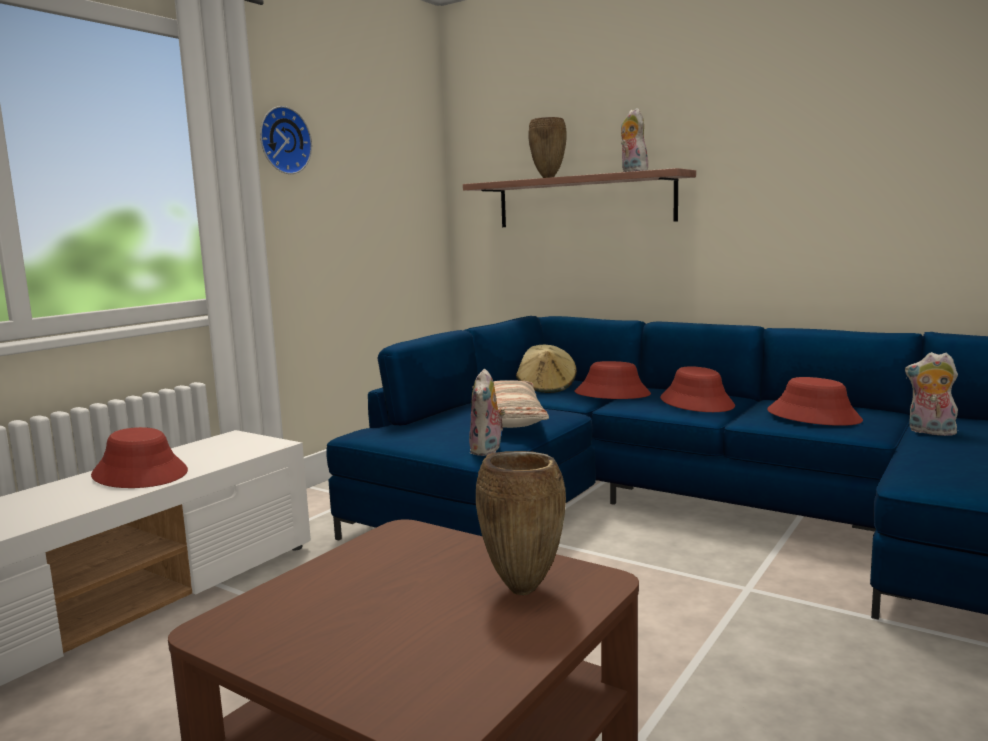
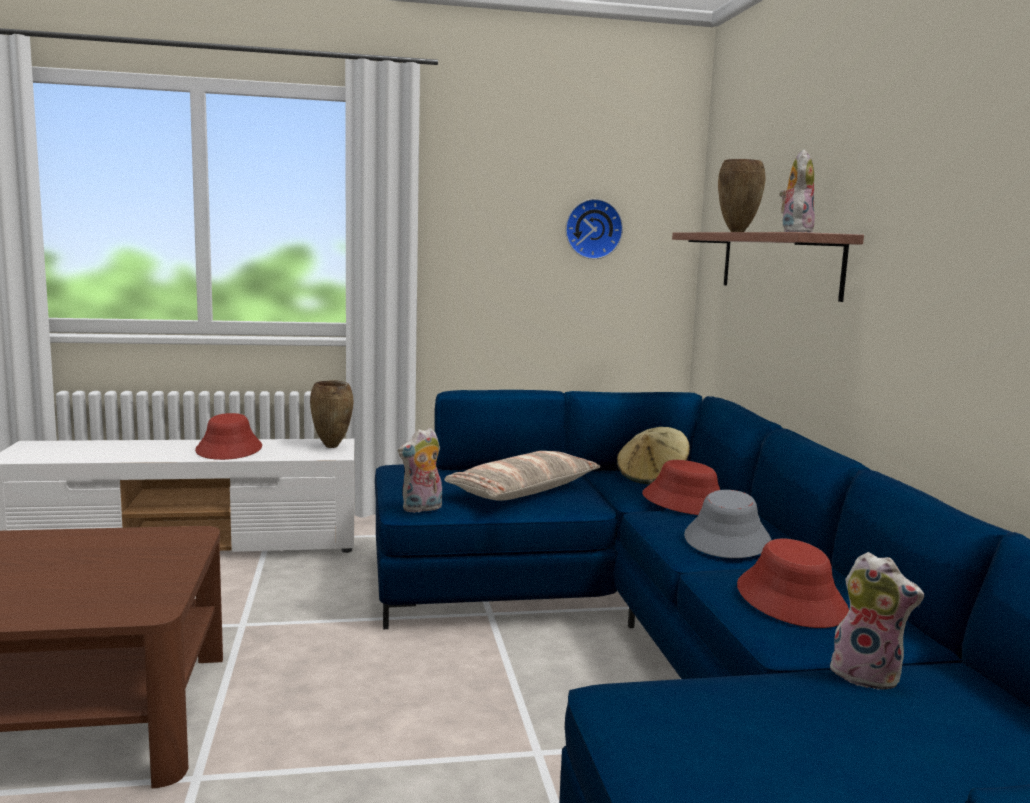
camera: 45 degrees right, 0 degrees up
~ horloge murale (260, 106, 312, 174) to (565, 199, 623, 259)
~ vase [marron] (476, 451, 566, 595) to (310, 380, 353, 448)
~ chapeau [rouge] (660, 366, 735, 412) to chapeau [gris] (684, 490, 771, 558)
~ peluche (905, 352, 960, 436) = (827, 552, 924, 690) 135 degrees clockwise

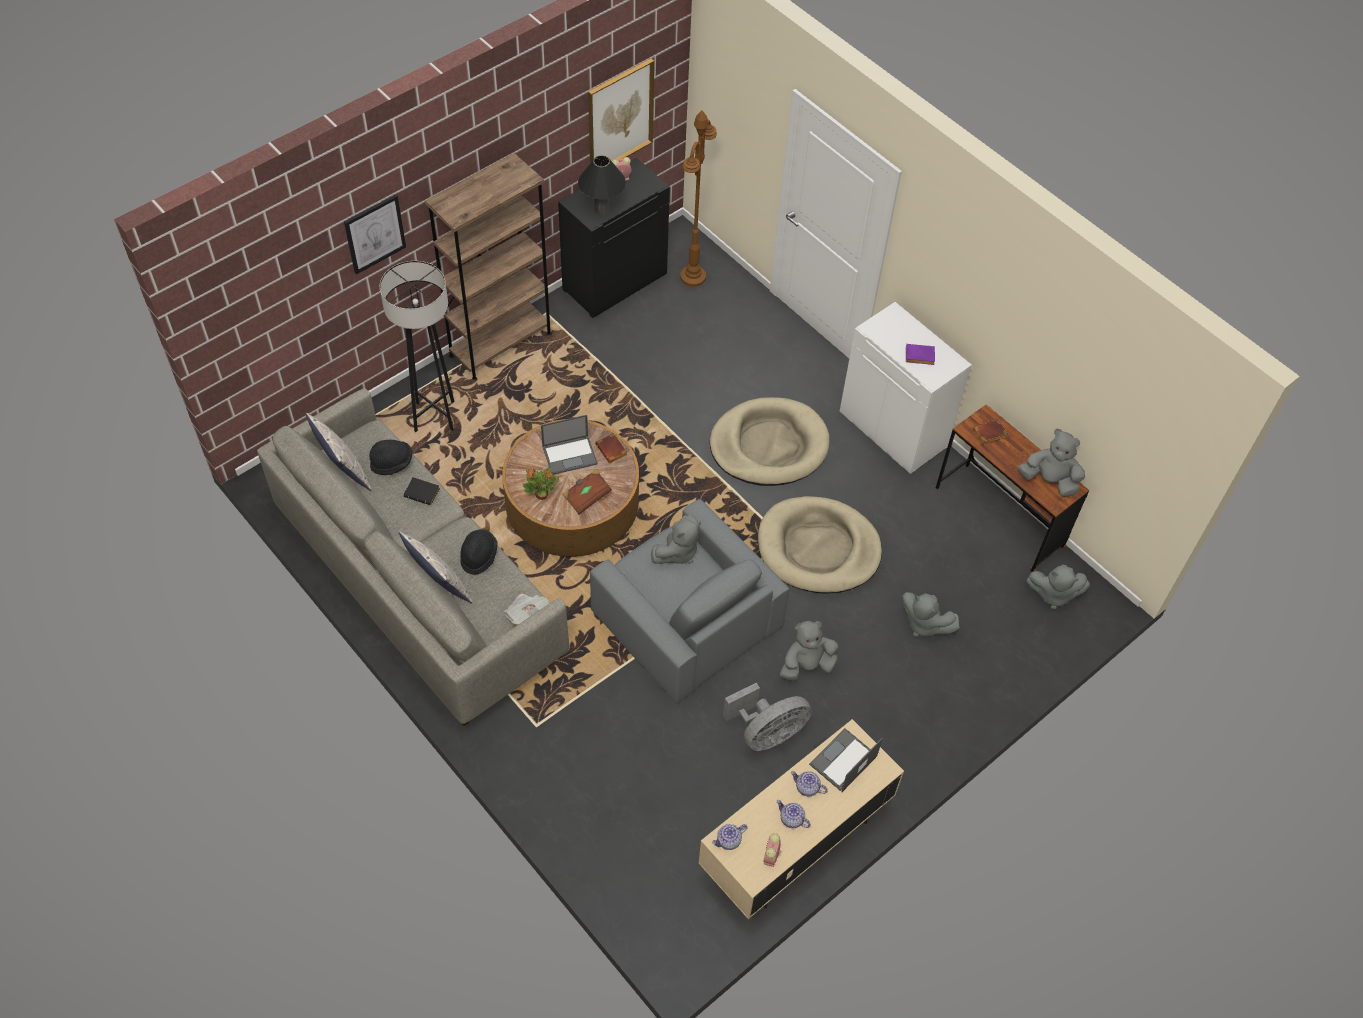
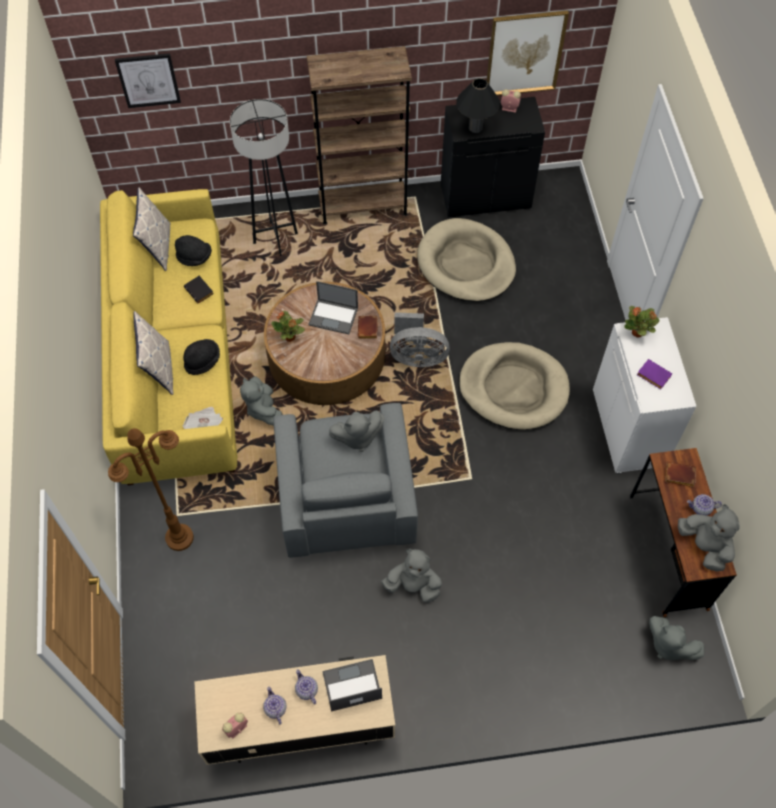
camera: 35 degrees right, 5 degrees up
- livre [marron] (563, 469, 612, 515)
+ plante en pot (624, 306, 659, 337)
~ tableau (344, 195, 406, 275) to (115, 53, 181, 108)
~ lampadaire [marron] (680, 111, 717, 287) to (108, 428, 194, 551)
~ théière (712, 824, 748, 850) to (687, 494, 722, 516)
~ ventilateur [gris] (723, 683, 812, 751) to (390, 312, 450, 367)
~ panier pour chien [beige] (758, 496, 882, 594) to (417, 218, 516, 302)
~ peluche [gris] (902, 592, 960, 637) to (240, 376, 282, 426)
~ canapé [gris] (257, 388, 569, 726) to canapé [jaune] (100, 189, 237, 485)

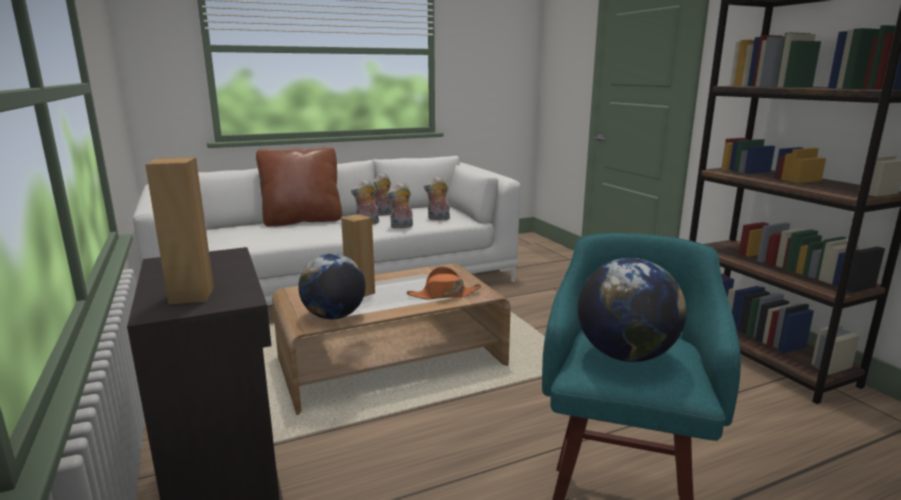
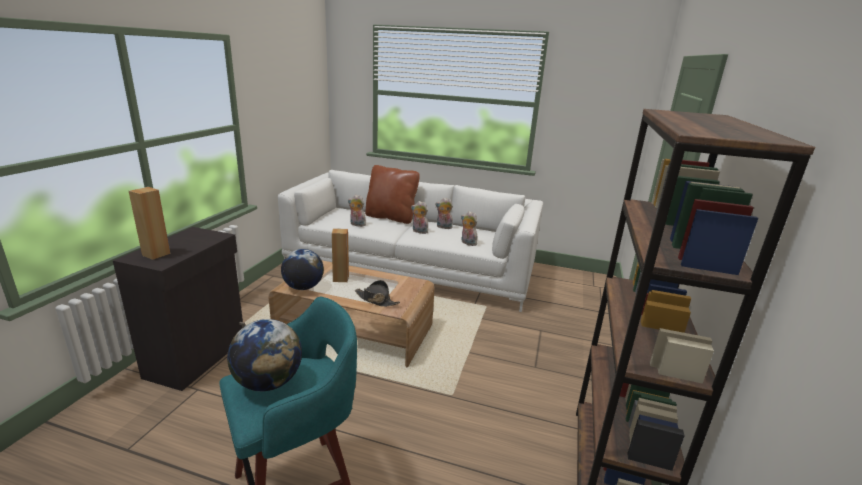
camera: 40 degrees right, 5 degrees up
~ peluche (386, 182, 413, 229) to (348, 195, 366, 227)
~ chapeau [orange] (407, 267, 481, 300) to chapeau [noir] (355, 280, 400, 307)

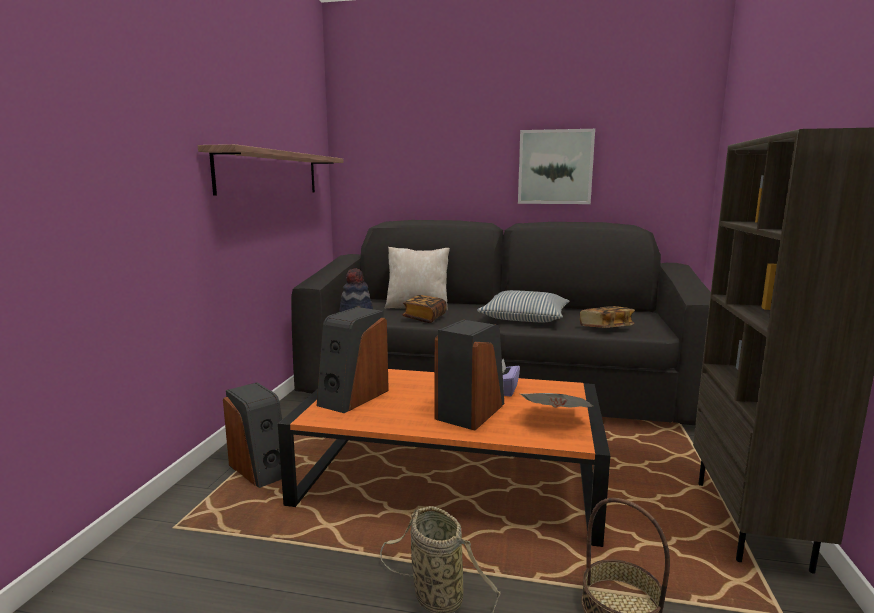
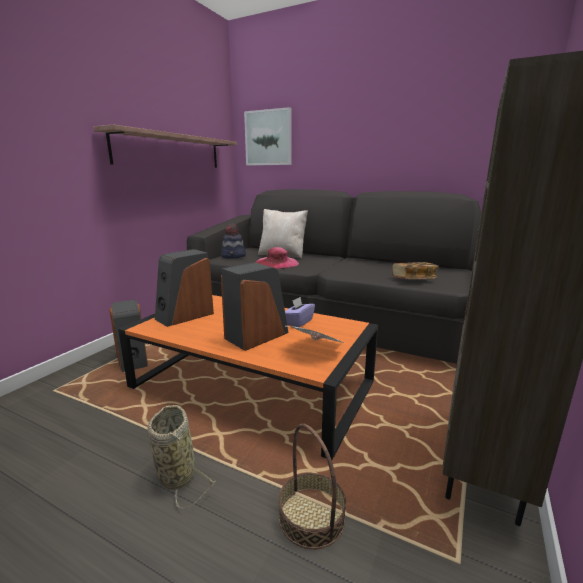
camera: 15 degrees right, 5 degrees up
- coussin (477, 290, 570, 322)
~ tableau (518, 129, 595, 204) to (244, 107, 291, 165)
~ livre (402, 295, 446, 323) to chapeau [rose] (255, 247, 299, 269)

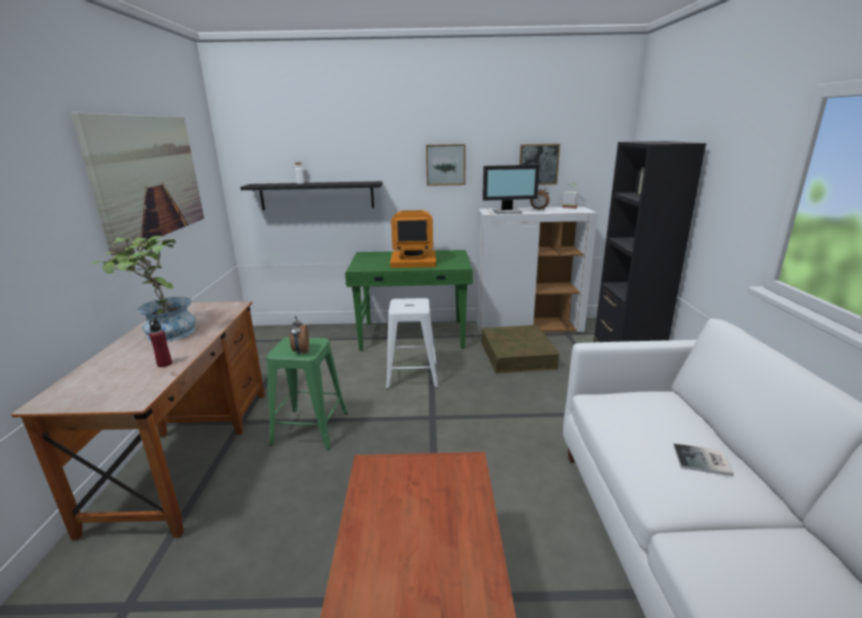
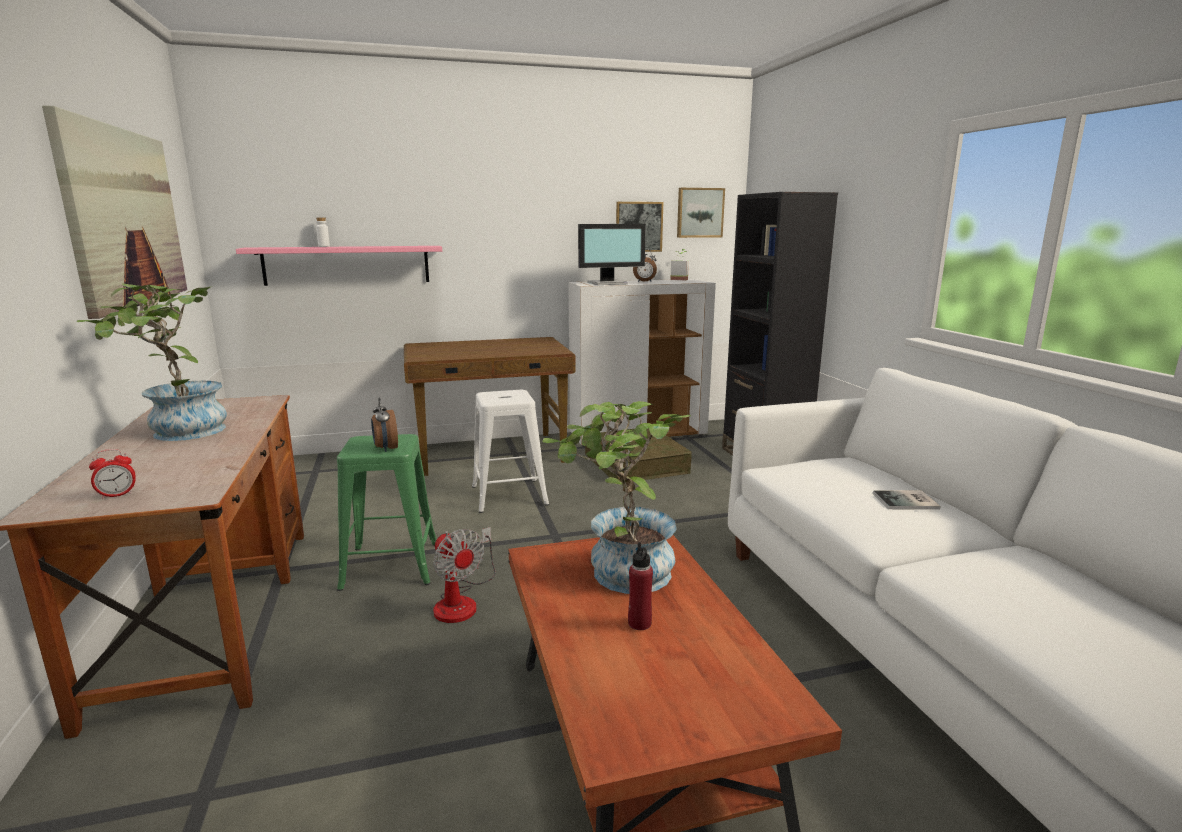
camera: 15 degrees left, 5 degrees down
- écran d'ordinateur (390, 210, 436, 268)
+ réveil (89, 449, 136, 499)
+ ventilateur (433, 527, 496, 623)
+ plante en pot (542, 401, 691, 594)
~ bouteille [rouge] (149, 318, 172, 367) to (628, 542, 653, 630)
~ tableau (426, 144, 466, 186) to (677, 188, 725, 238)
~ étagère [noir] (240, 181, 382, 210) to étagère [rose] (236, 246, 442, 286)
~ bureau [vert] (345, 250, 473, 351) to bureau [marron] (404, 337, 576, 476)

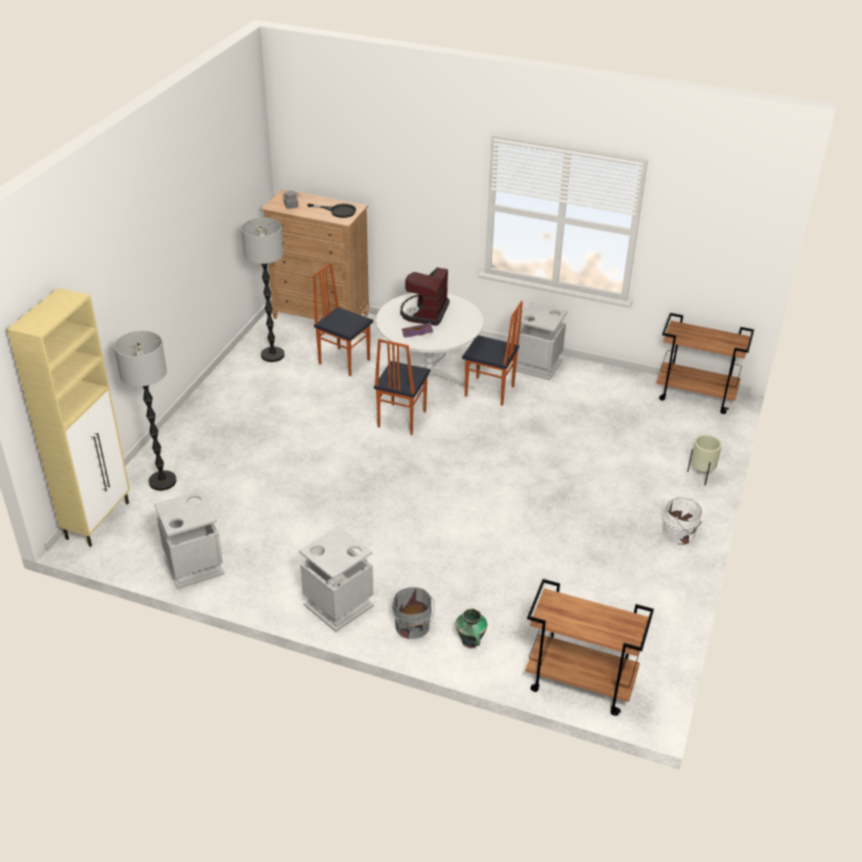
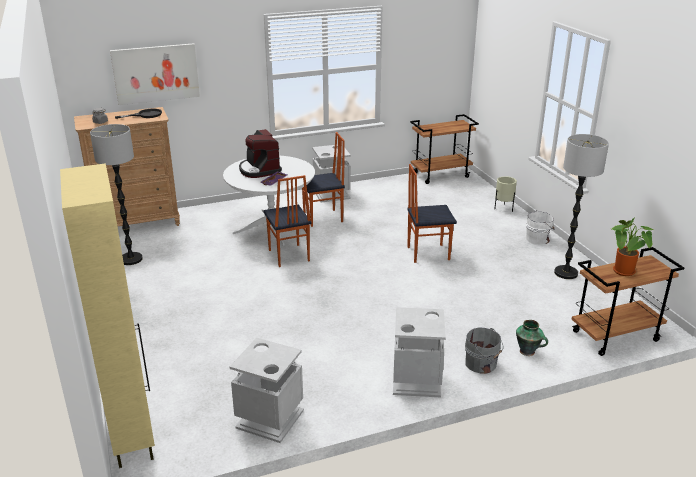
camera: 40 degrees left, 10 degrees down
+ tableau (110, 43, 200, 105)
+ plante en pot (612, 217, 654, 276)
~ lampadaire (114, 331, 177, 491) to (554, 134, 609, 279)
~ chaise (313, 263, 373, 376) to (407, 164, 457, 263)

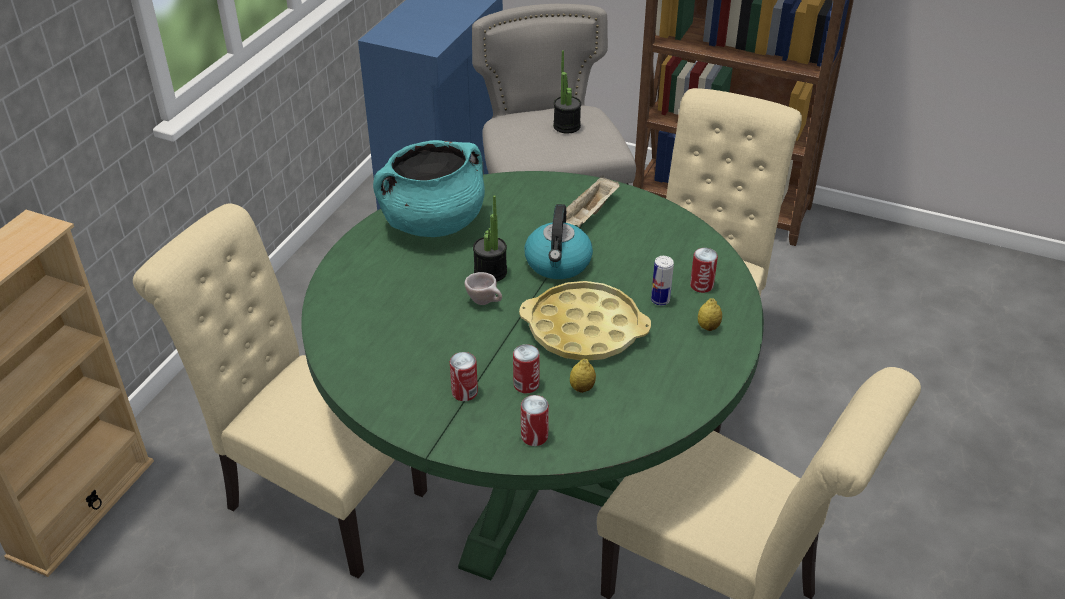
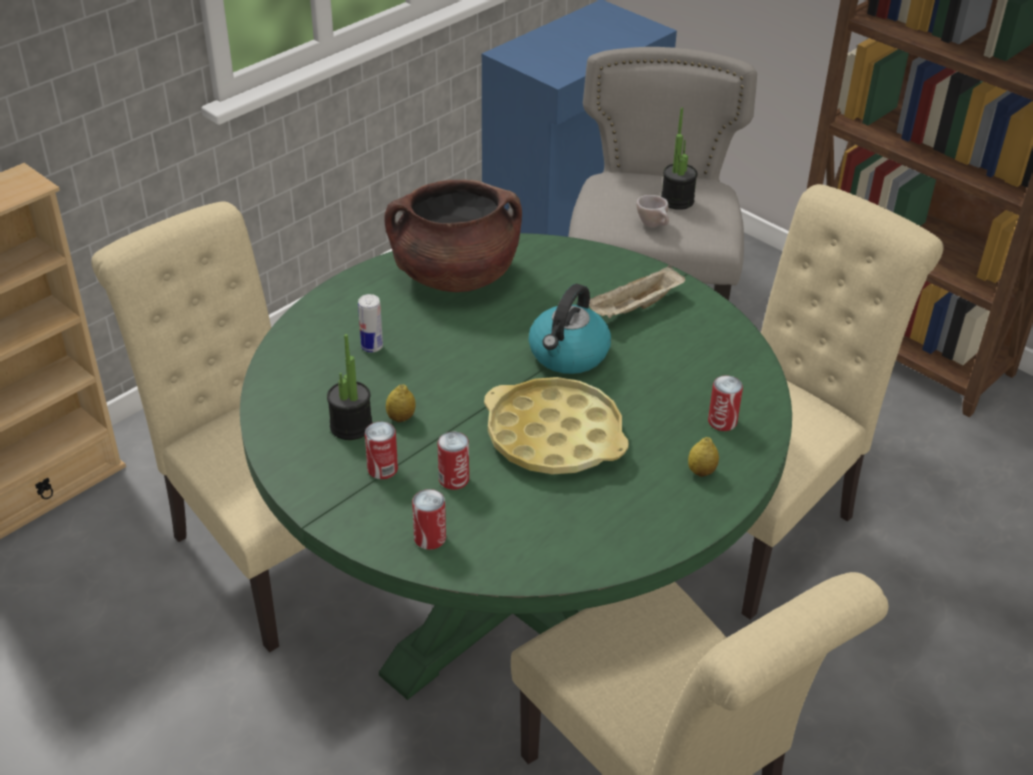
camera: 20 degrees right, 0 degrees up
~ tasse [beige] (464, 272, 502, 305) to (636, 195, 669, 228)
~ plante en pot (473, 195, 507, 282) to (327, 334, 372, 440)
~ citron (570, 359, 596, 393) to (386, 384, 416, 422)
~ boîte métallique (651, 256, 674, 306) to (358, 294, 383, 353)
~ marmite [turquoise] (373, 140, 485, 237) to marmite [marron] (384, 180, 522, 292)

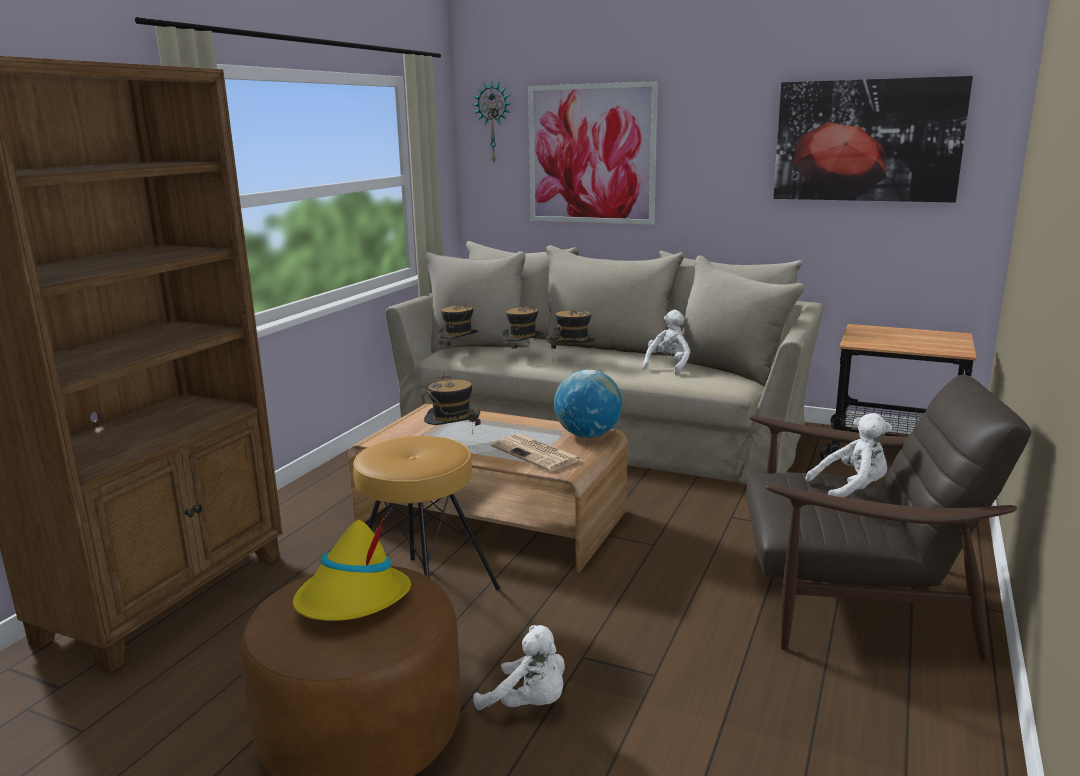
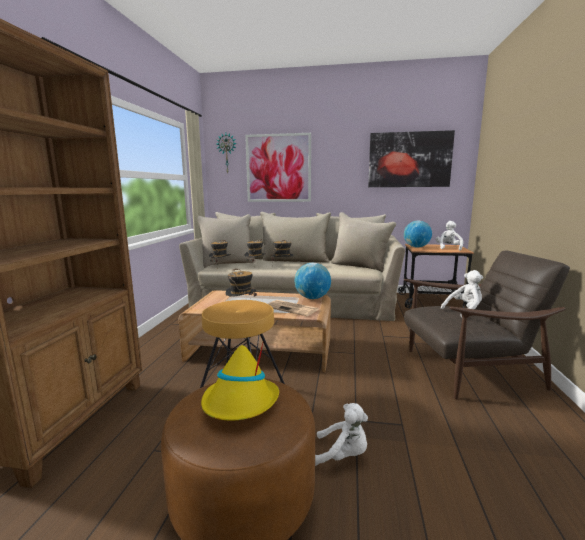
camera: 15 degrees left, 5 degrees down
+ globe (404, 221, 432, 247)
~ peluche [blanc] (643, 310, 690, 375) to (436, 221, 463, 251)

